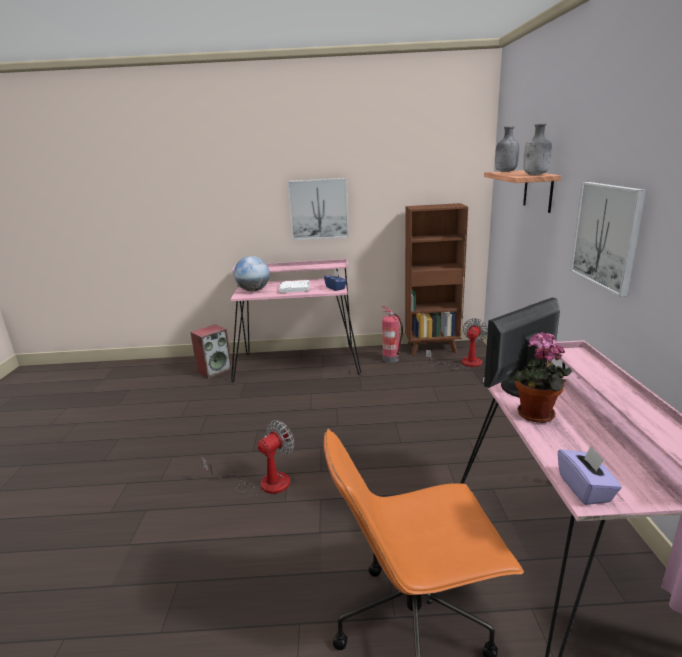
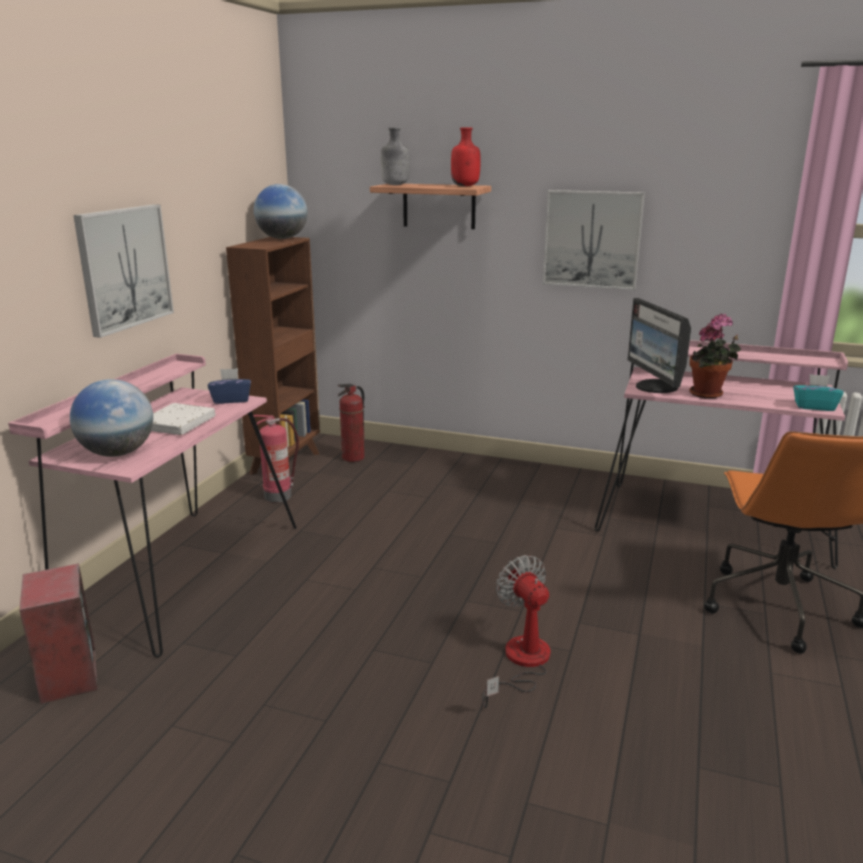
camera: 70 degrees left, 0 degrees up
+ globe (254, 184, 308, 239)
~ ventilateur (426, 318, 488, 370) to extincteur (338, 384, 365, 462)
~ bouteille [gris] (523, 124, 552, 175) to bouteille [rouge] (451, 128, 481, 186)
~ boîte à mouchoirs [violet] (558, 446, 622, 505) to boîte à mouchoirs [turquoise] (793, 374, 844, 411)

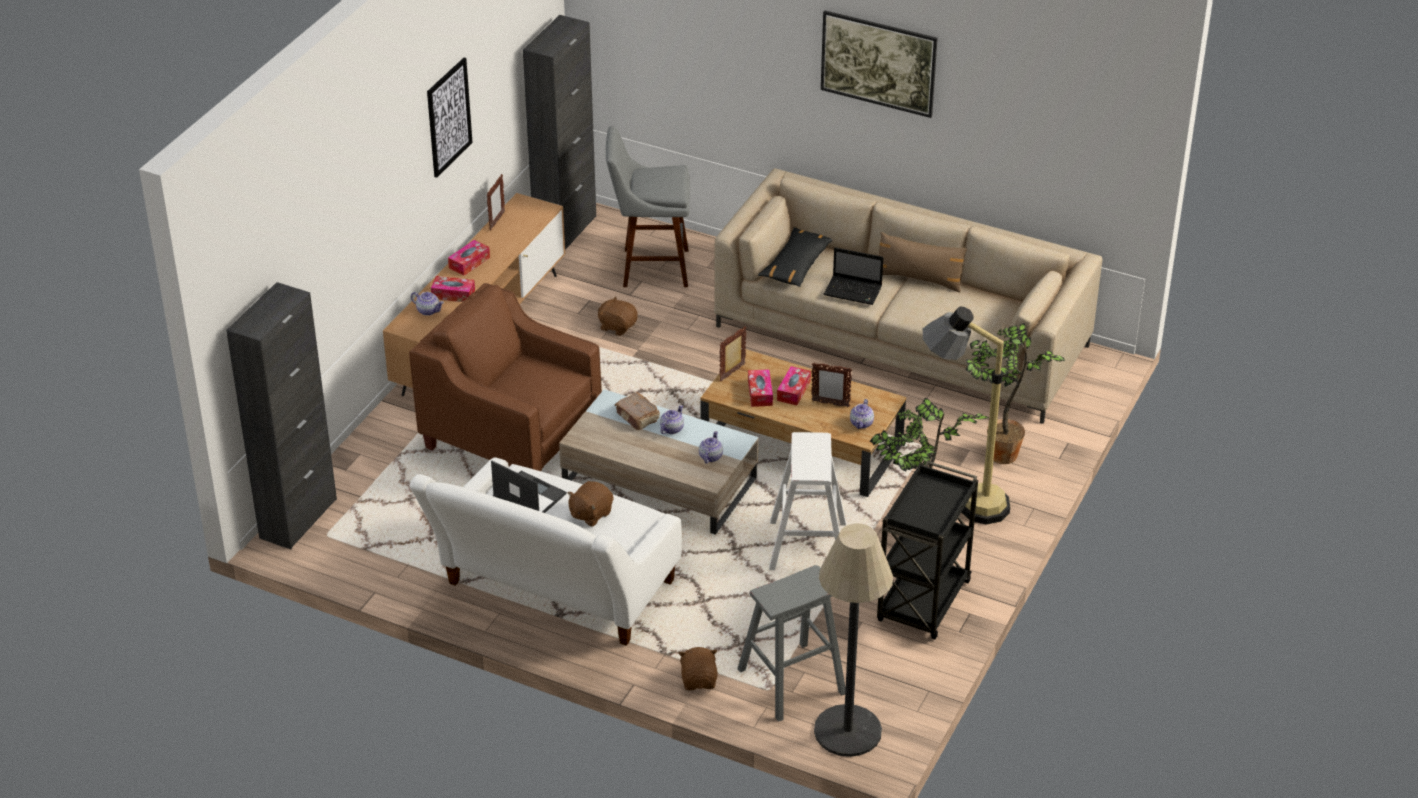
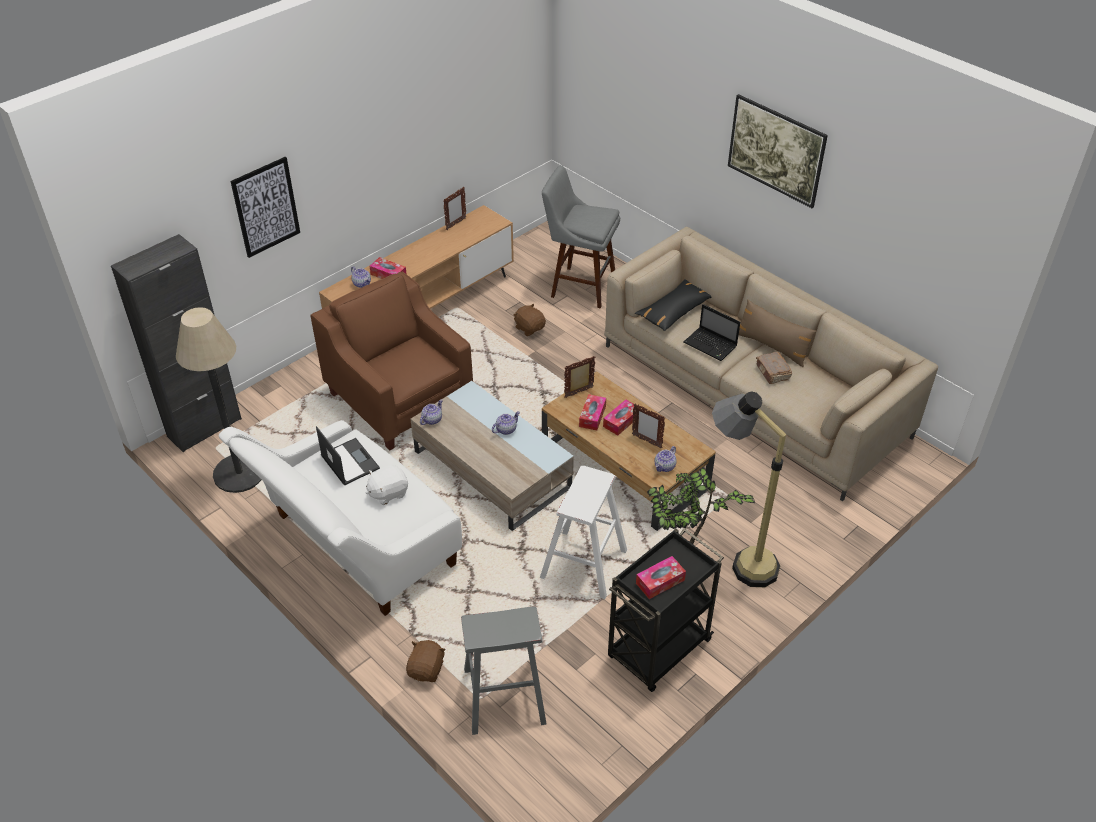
camera: 20 degrees right, 5 degrees up
- meuble de rangement [noir] (523, 15, 596, 250)
- plante en pot (965, 323, 1065, 464)
~ tableau (427, 58, 473, 178) to (231, 157, 300, 258)
~ boîte à mouchoirs (448, 240, 490, 276) to (636, 556, 686, 599)
~ livre [marron] (615, 392, 660, 430) to (756, 352, 792, 384)
~ théière (699, 431, 723, 464) to (420, 399, 443, 425)
~ lampadaire (814, 523, 893, 757) to (176, 307, 262, 493)
~ peluche [marron] (567, 481, 613, 526) to peluche [blanc] (366, 465, 408, 505)

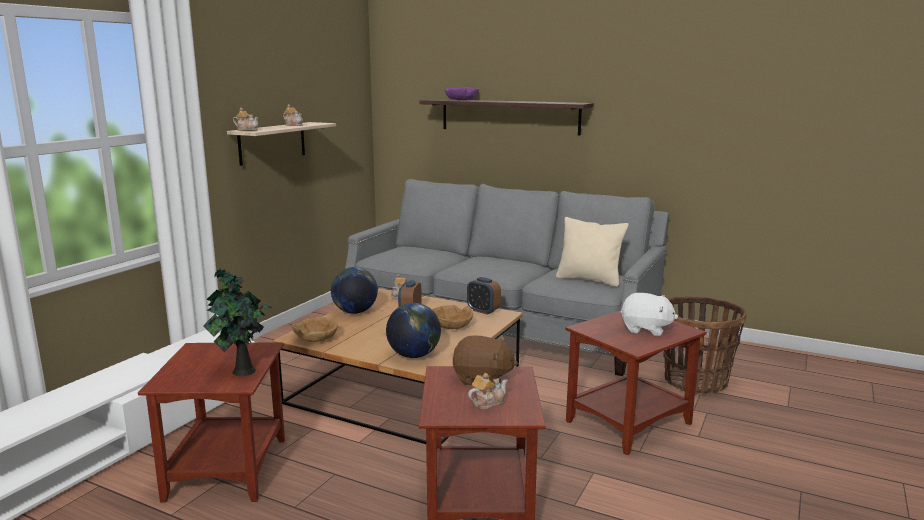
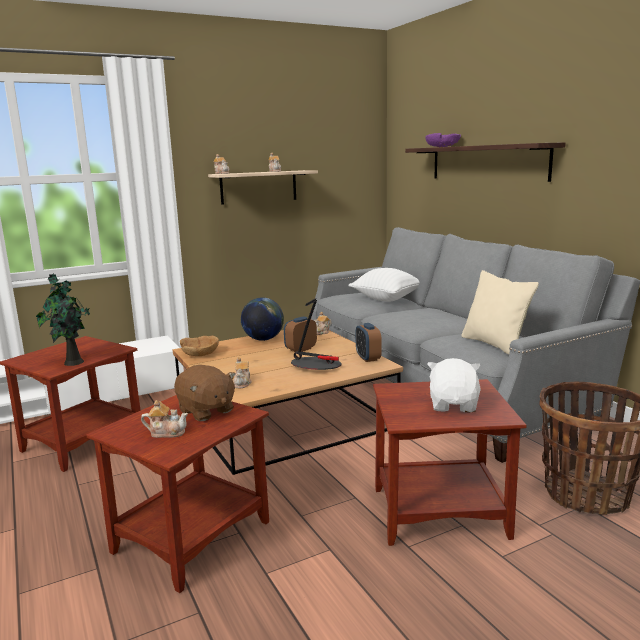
camera: 35 degrees right, 0 degrees up
+ coussin [blanc] (348, 268, 419, 302)
~ globe (386, 303, 441, 358) to théière (233, 357, 252, 388)
~ bol [marron] (432, 305, 473, 329) to lampe de table (291, 298, 341, 370)
~ peluche [blanc] (621, 293, 678, 336) = (428, 358, 480, 412) 135 degrees counterclockwise

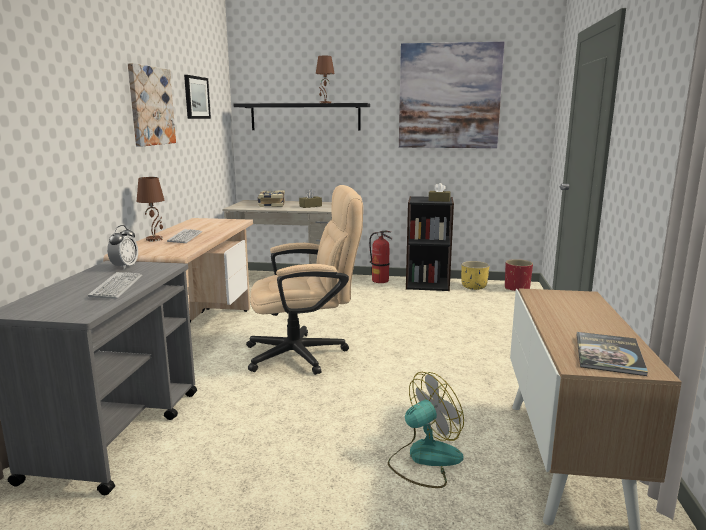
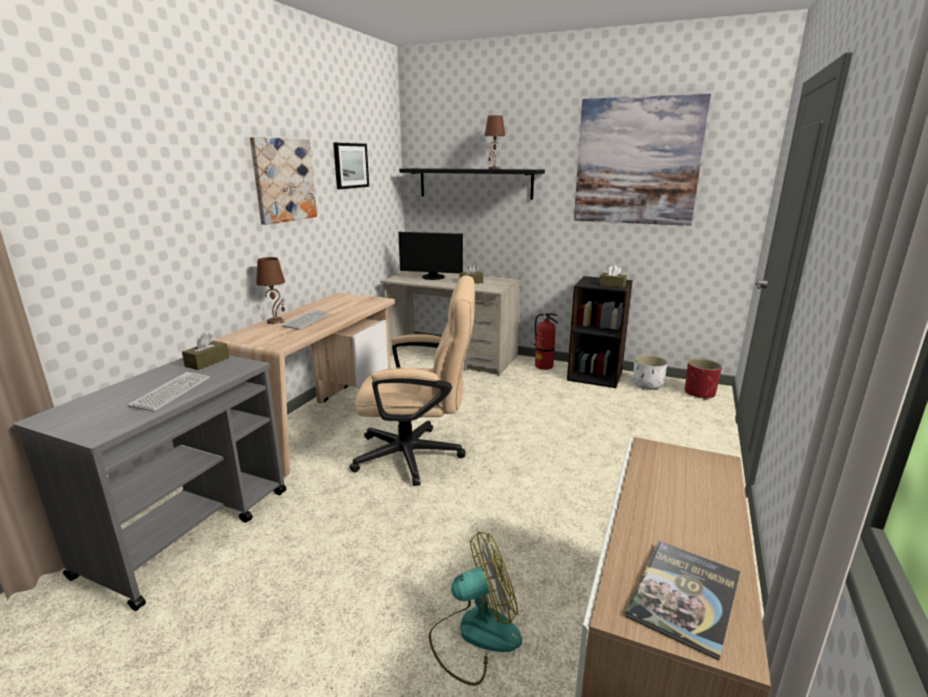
camera: 15 degrees right, 5 degrees up
~ réveil (107, 225, 138, 270) to boîte à mouchoirs [marron] (182, 333, 229, 370)
~ livre (258, 191, 285, 207) to écran d'ordinateur (398, 232, 463, 280)
~ cache-pot [jaune] (461, 261, 489, 290) to cache-pot [blanc] (633, 355, 668, 390)

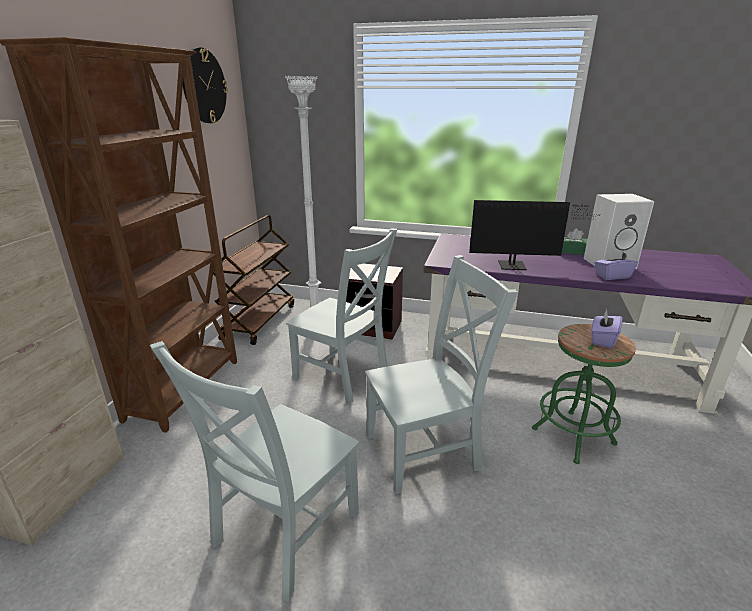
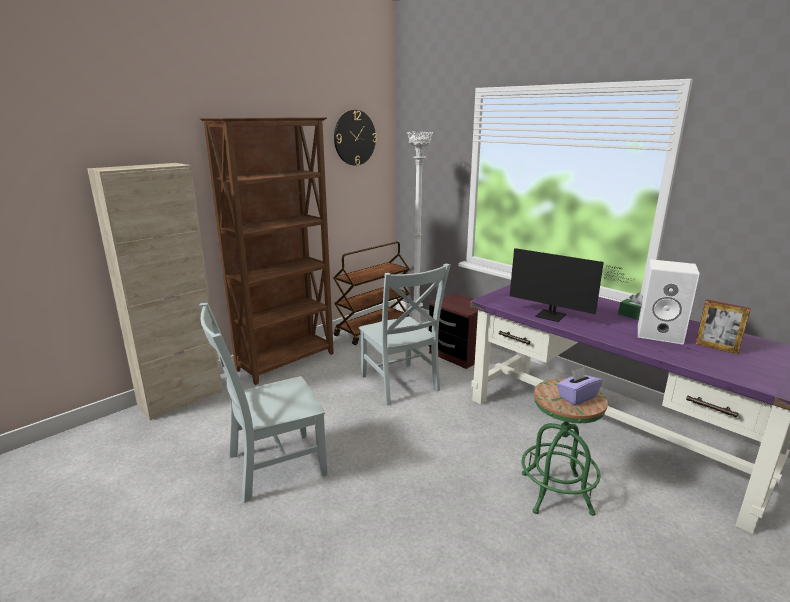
camera: 30 degrees right, 5 degrees down
- chaise [gris] (365, 255, 518, 494)
- boîte à mouchoirs [violet] (594, 250, 638, 280)
+ cadre photo (695, 299, 751, 355)

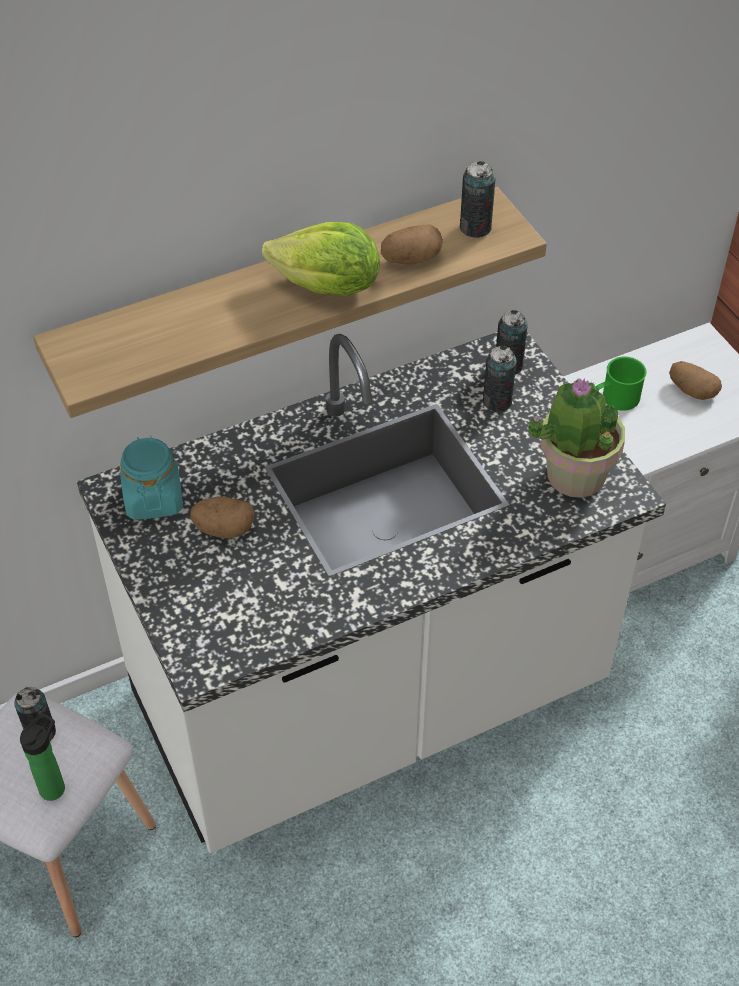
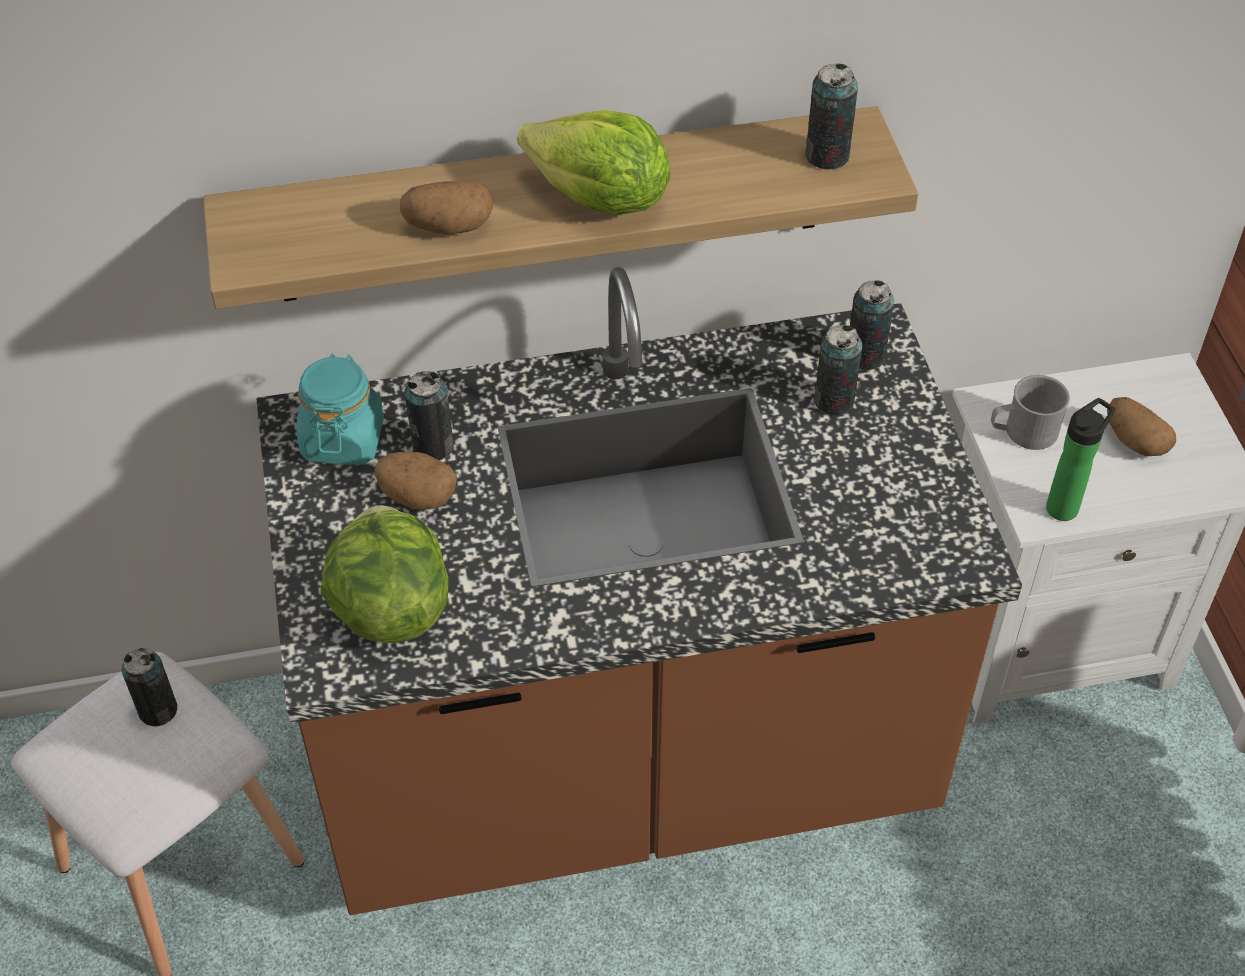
camera: 15 degrees right, 0 degrees up
- plante en pot (528, 378, 625, 498)
+ laitue (320, 505, 448, 643)
+ boîte métallique (405, 371, 454, 460)
~ bouteille (20, 713, 65, 801) to (1046, 398, 1116, 521)
~ pomme de terre (381, 224, 443, 265) to (400, 181, 493, 235)
~ comptoir de cuisine [blanc] (77, 332, 666, 853) to comptoir de cuisine [marron] (256, 267, 1022, 915)
~ mug [vert] (596, 357, 646, 411) to mug [gris] (991, 375, 1070, 450)

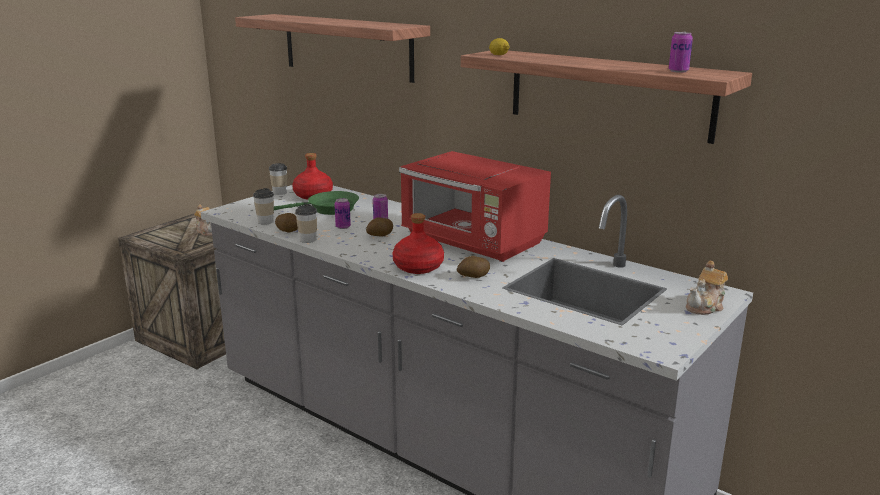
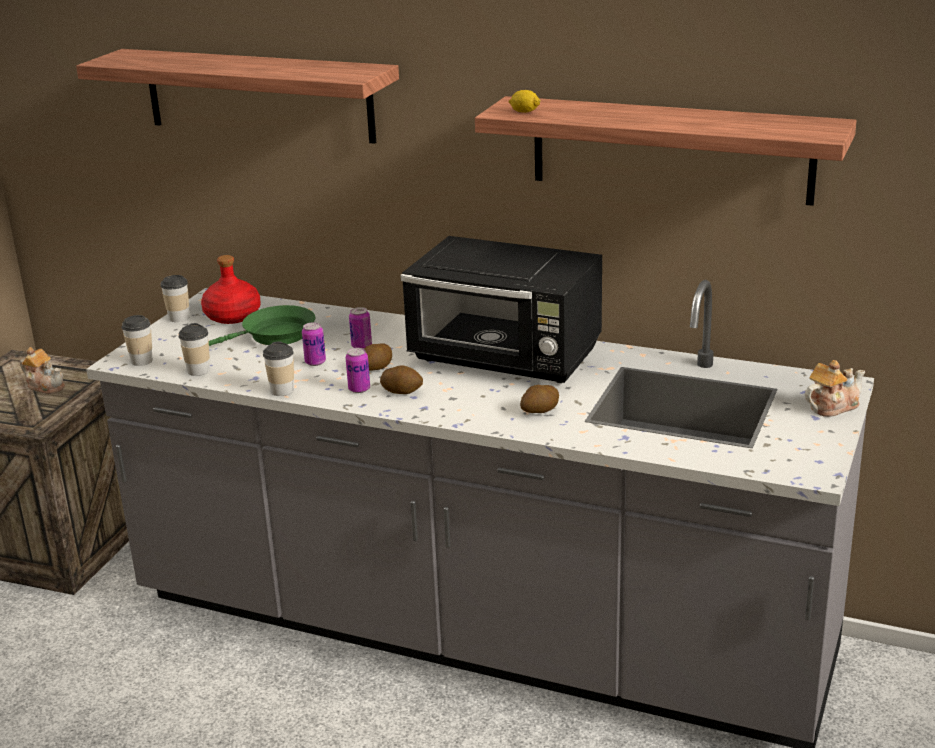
camera: 15 degrees left, 5 degrees up
- bouteille [rouge] (393, 213, 444, 274)
+ tasse (121, 315, 153, 366)
~ pomme de terre (275, 213, 298, 233) to (380, 365, 423, 394)
~ boîte métallique (669, 32, 693, 73) to (346, 348, 370, 393)
~ micro-ondes [rouge] (399, 151, 551, 262) to micro-ondes [noir] (400, 236, 602, 383)
~ théière (686, 261, 728, 315) = (805, 360, 865, 417) 150 degrees counterclockwise

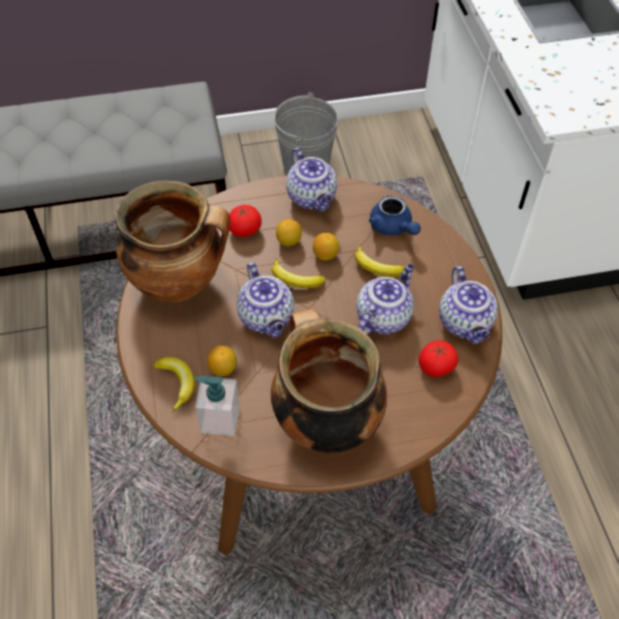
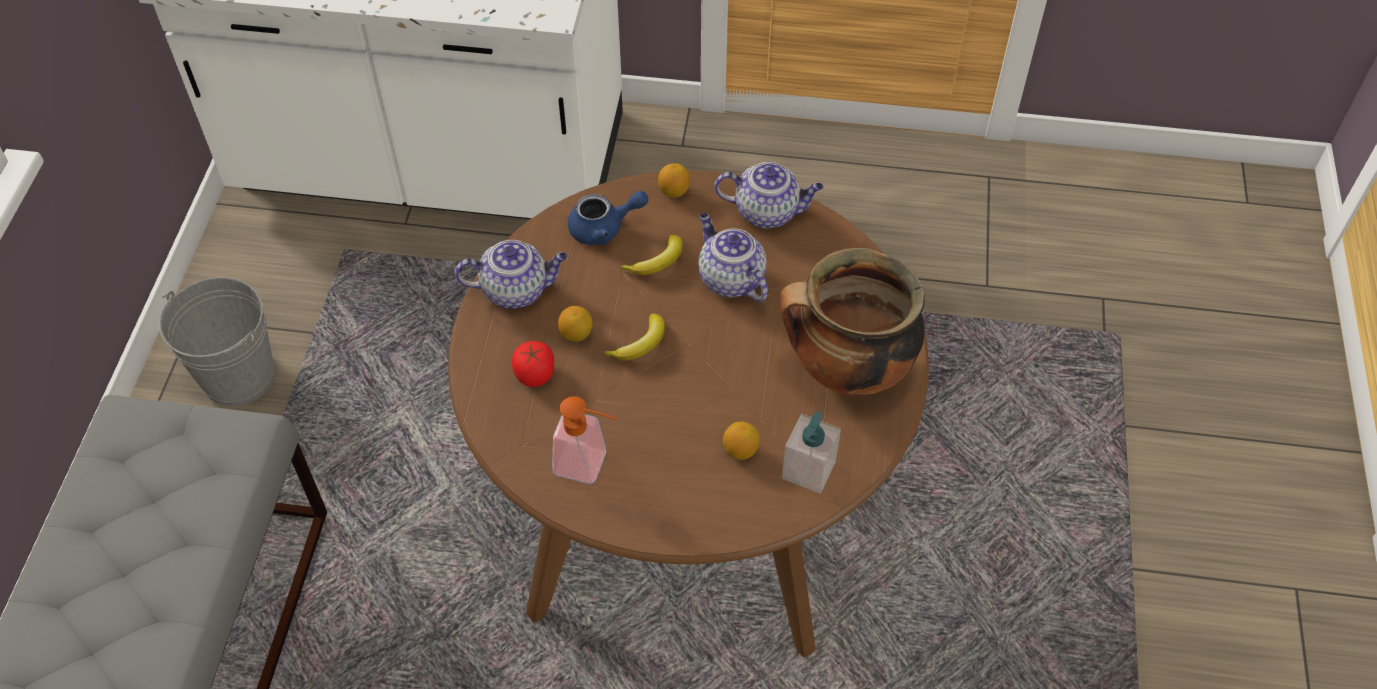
camera: 70 degrees left, 0 degrees up
- banane (154, 357, 195, 412)
- théière (236, 262, 294, 338)
- tomate (418, 340, 458, 377)
~ citron (313, 233, 339, 260) to (658, 163, 690, 198)
~ marmite (115, 180, 230, 302) to distributeur de savon (552, 396, 617, 484)

